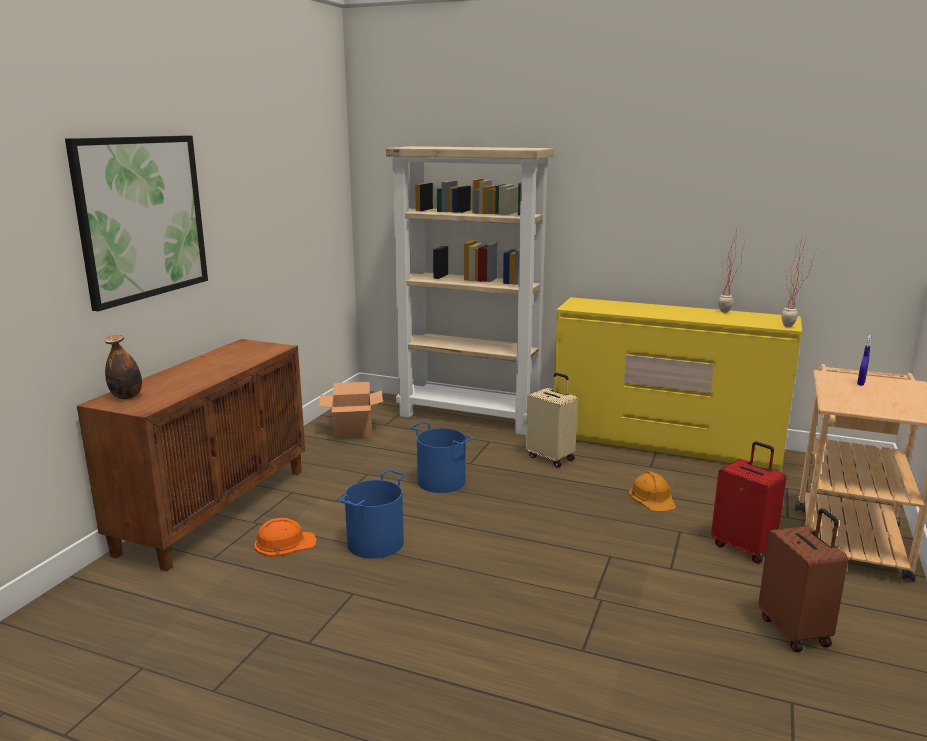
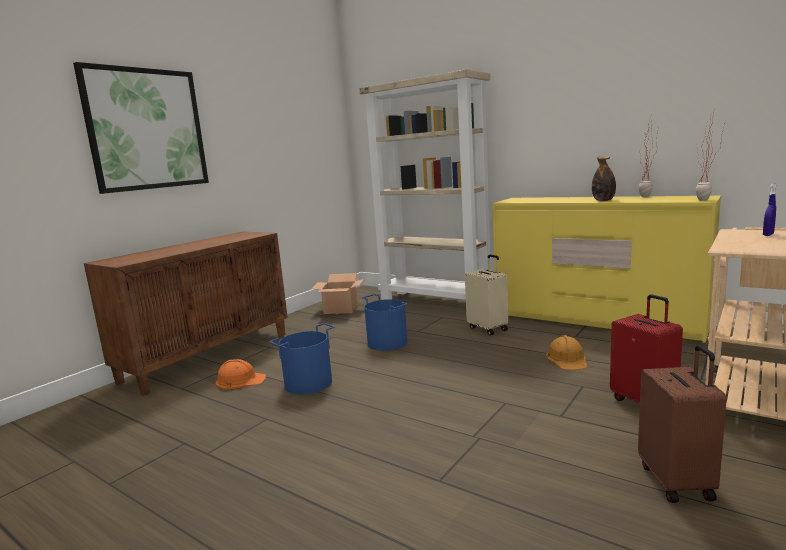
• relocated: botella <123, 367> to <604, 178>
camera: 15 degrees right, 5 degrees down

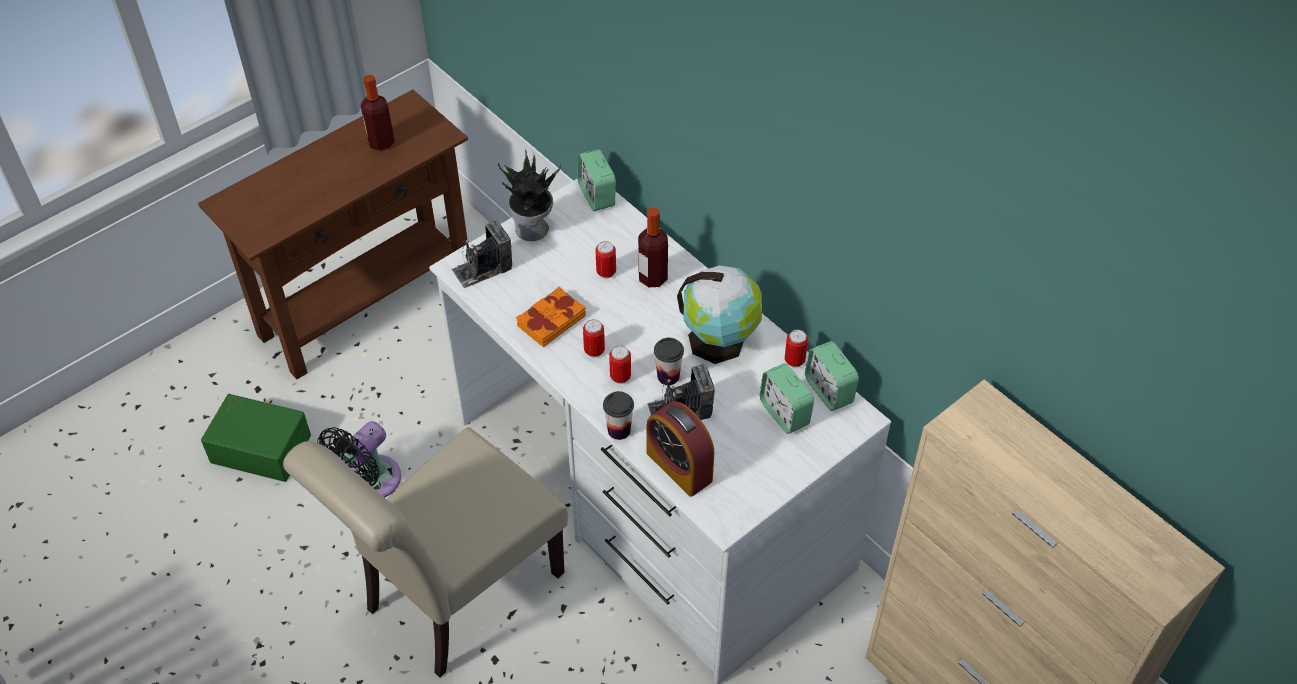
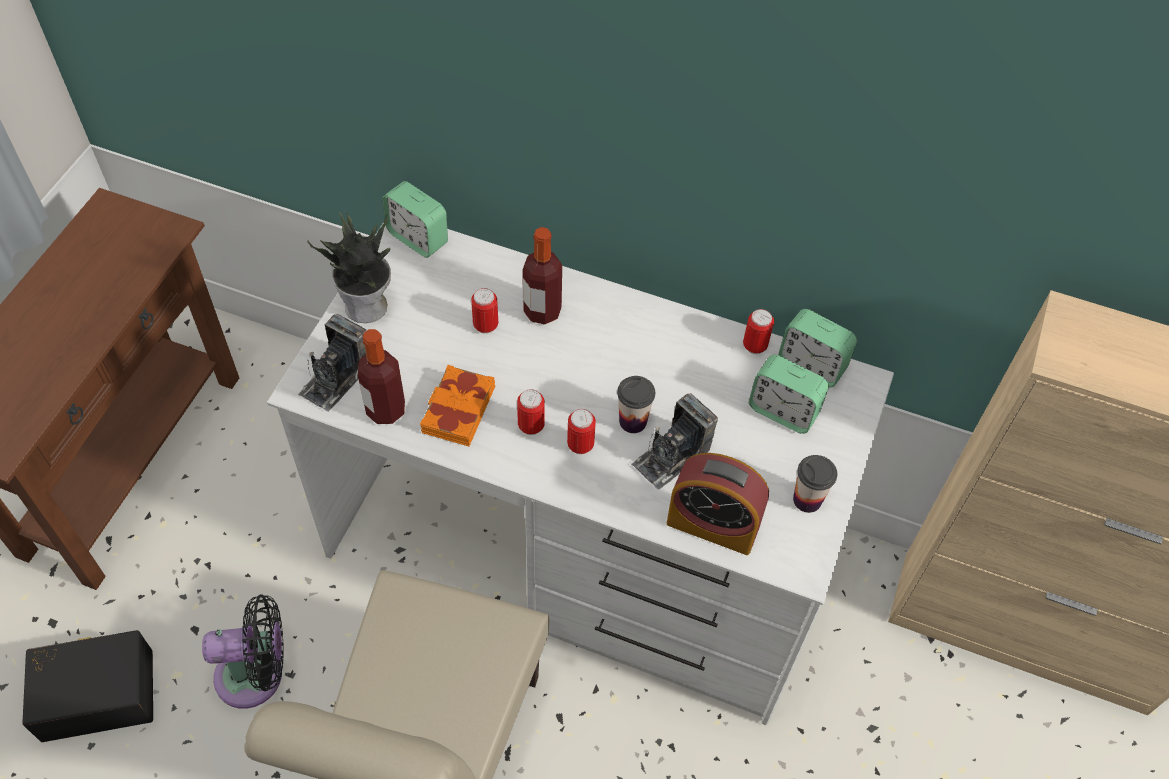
• colour: caja de almacenaje (verde) <256, 438> to caja de almacenaje (negro) <87, 686>
• spun: ventilador (negro) <359, 459> = <243, 651> 105 degrees counterclockwise
• relocated: botella <378, 113> to <381, 376>
• relocated: taza <618, 415> to <815, 484>
• missing: globo terráqueo <719, 314>
camera: 30 degrees left, 5 degrees up

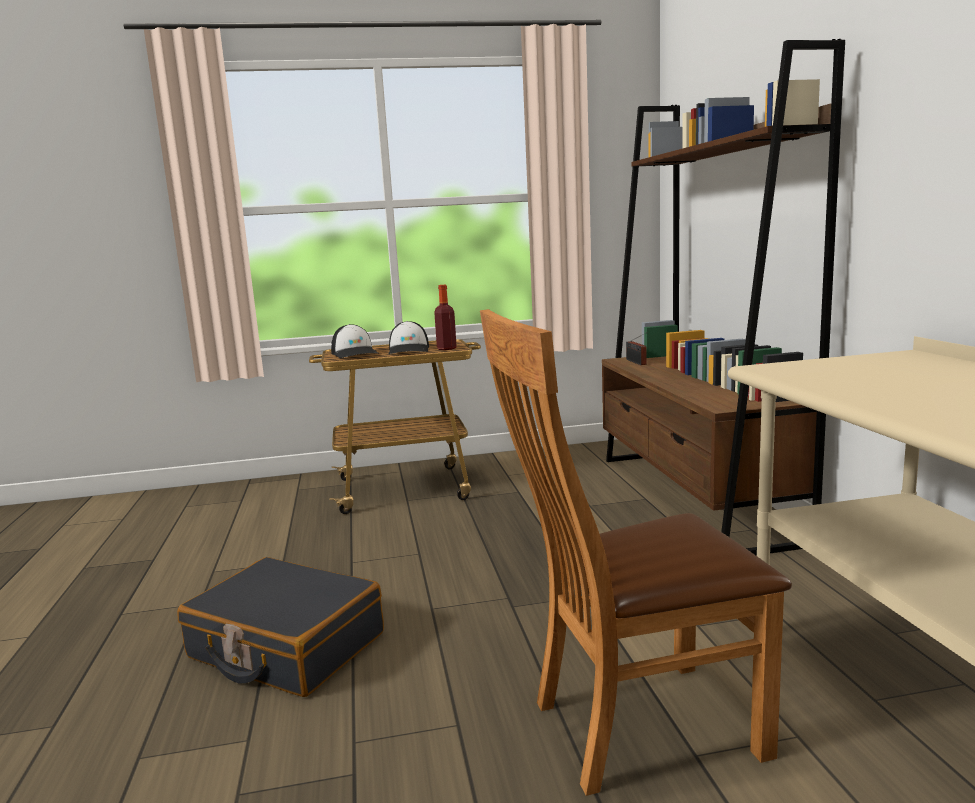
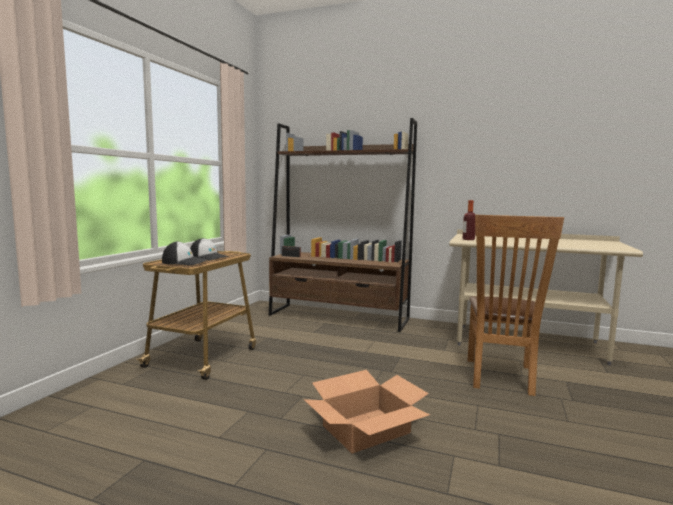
• exchanged: maleta (negro) <280, 627> to caja de cartón <366, 412>
• relocated: botella <445, 317> to <468, 220>
camera: 60 degrees left, 5 degrees down

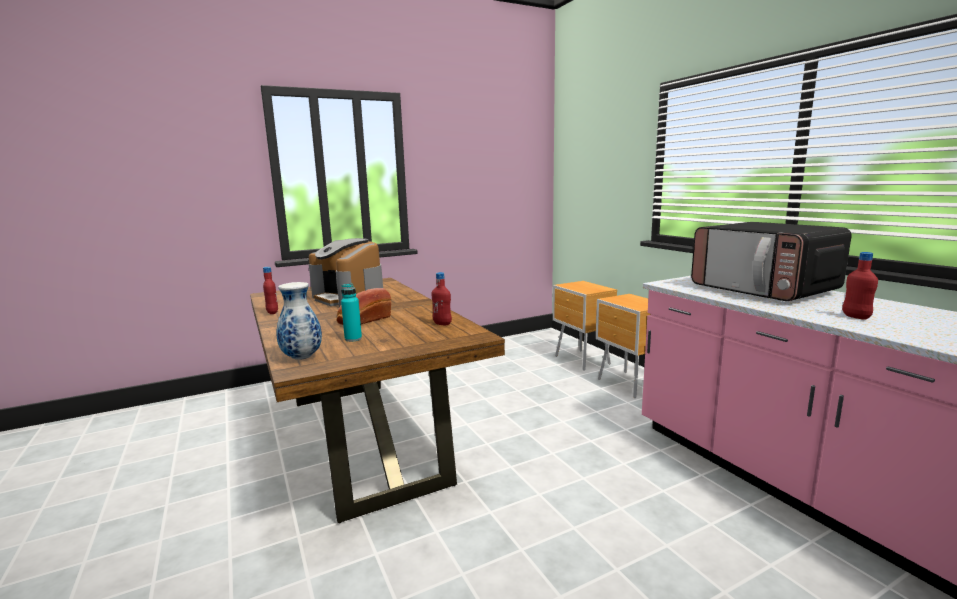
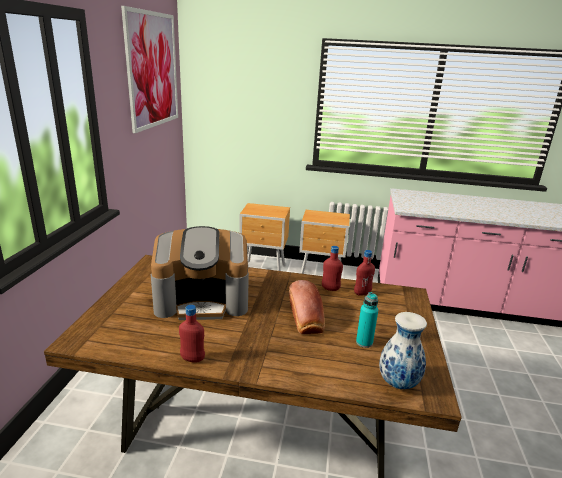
• missing: microondas <771, 261>
• relocated: botella (rojo) <860, 285> to <332, 268>
• appeared: cuadro <149, 69>
camera: 55 degrees left, 10 degrees up

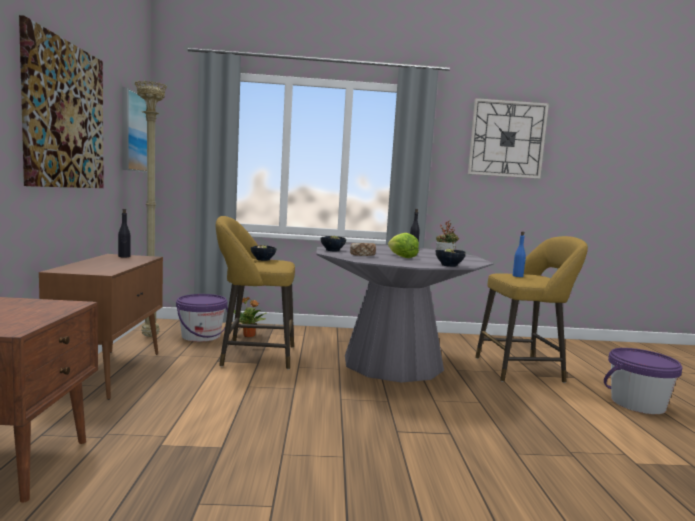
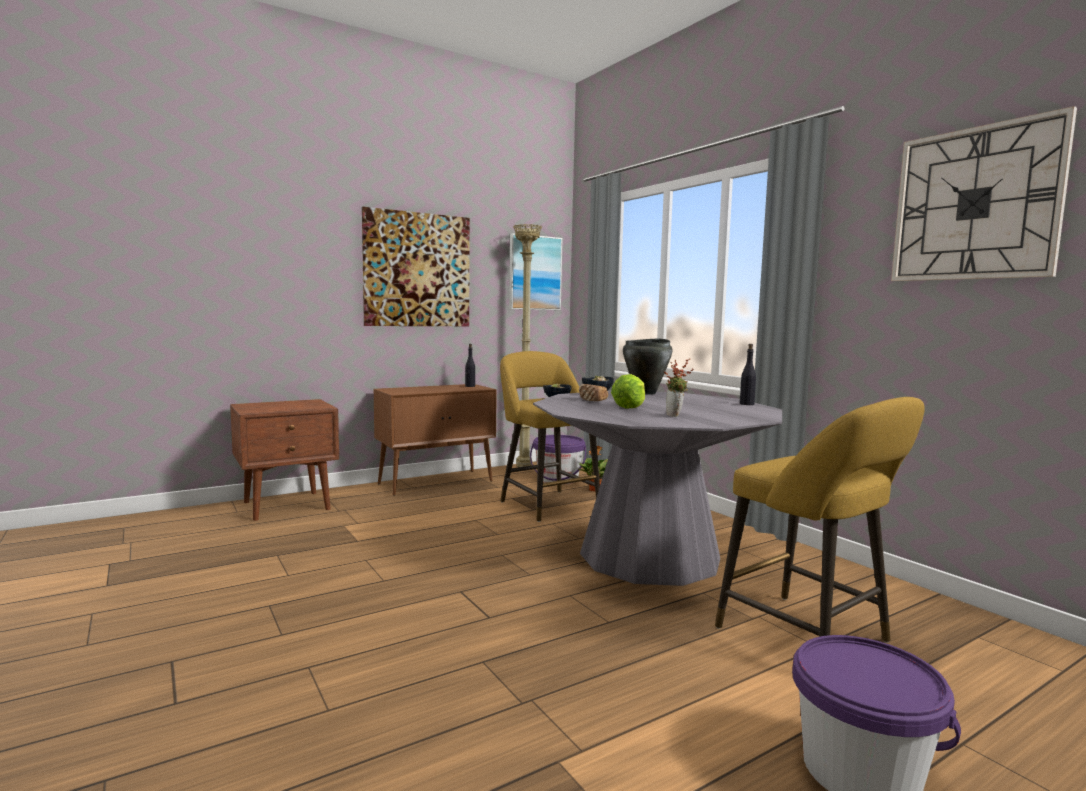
• missing: cuenco <451, 257>
• missing: botella (azul) <519, 254>
• appeared: olla (negro) <648, 366>
camera: 60 degrees right, 0 degrees up

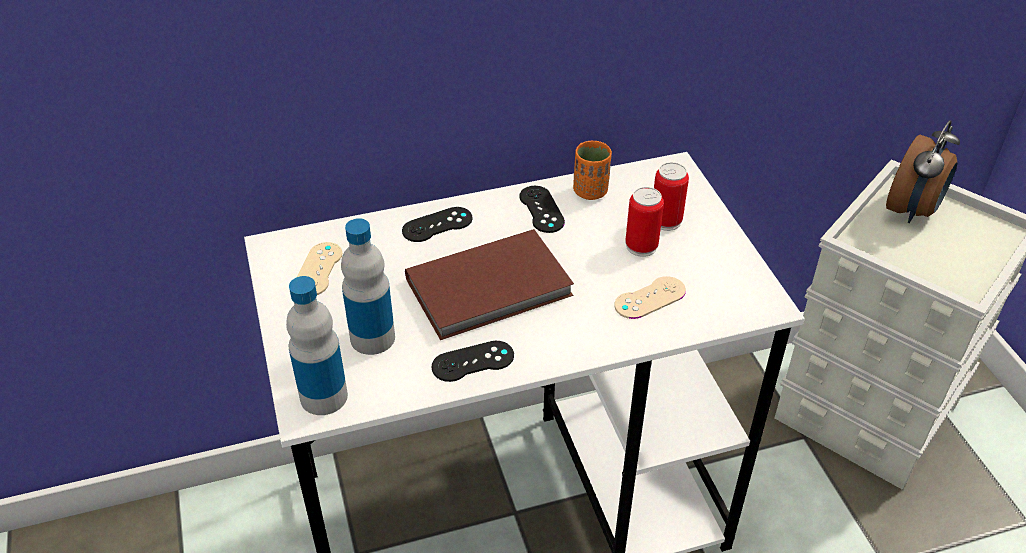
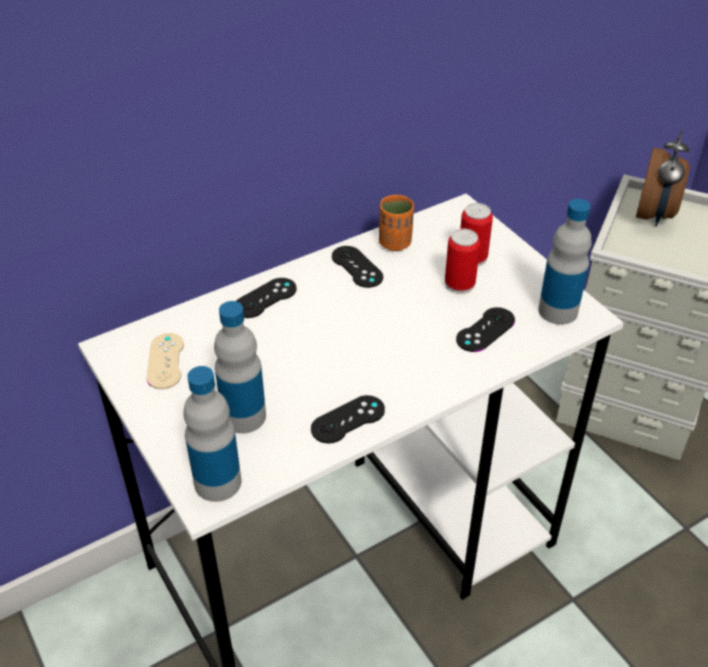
• missing: libro (marrón) <489, 284>
• colour: mando de consola (beis) <650, 297> to mando de consola (negro) <485, 329>
• appeared: botella <565, 262>
camera: 15 degrees left, 0 degrees up

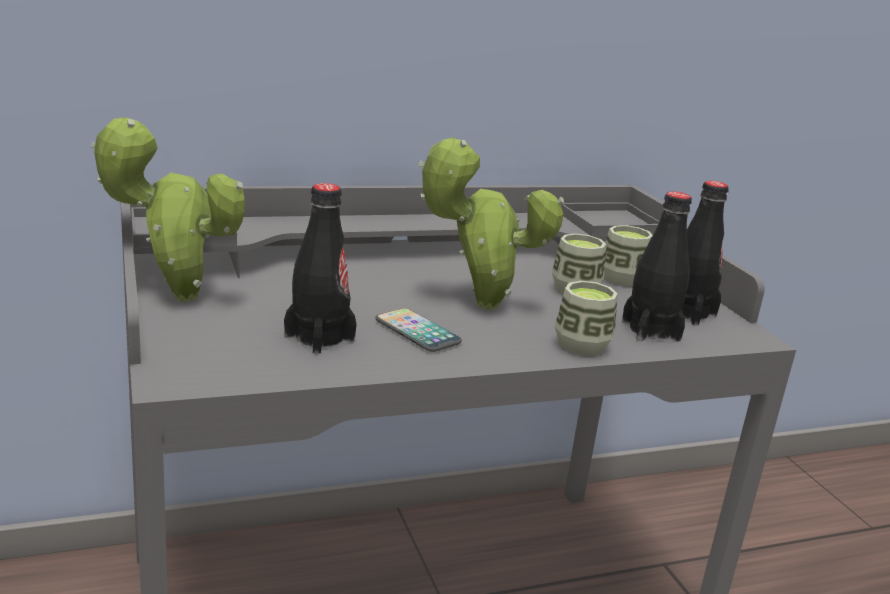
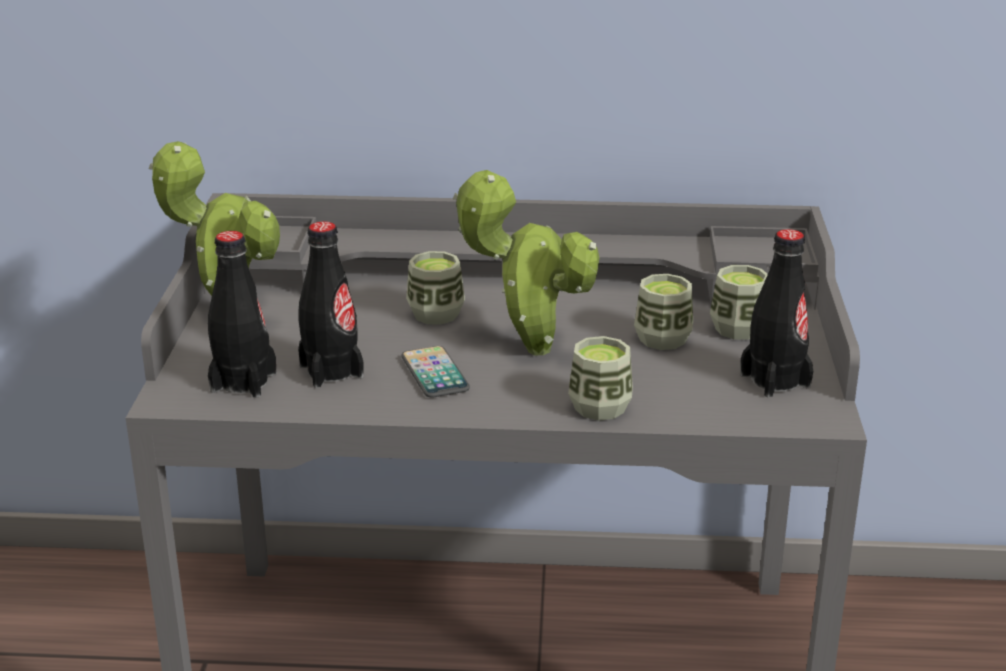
• relocated: botella (negro) <657, 267> to <242, 314>
• appeared: taza <435, 288>
camera: 25 degrees right, 5 degrees up

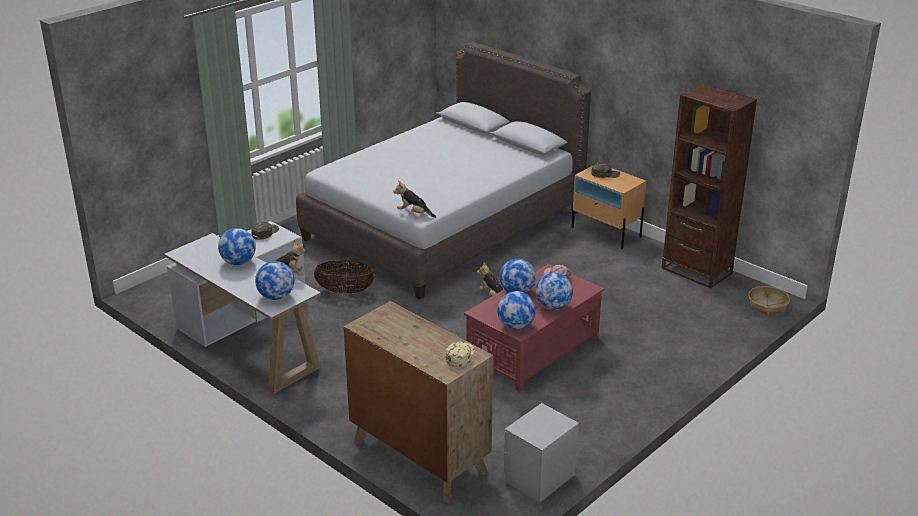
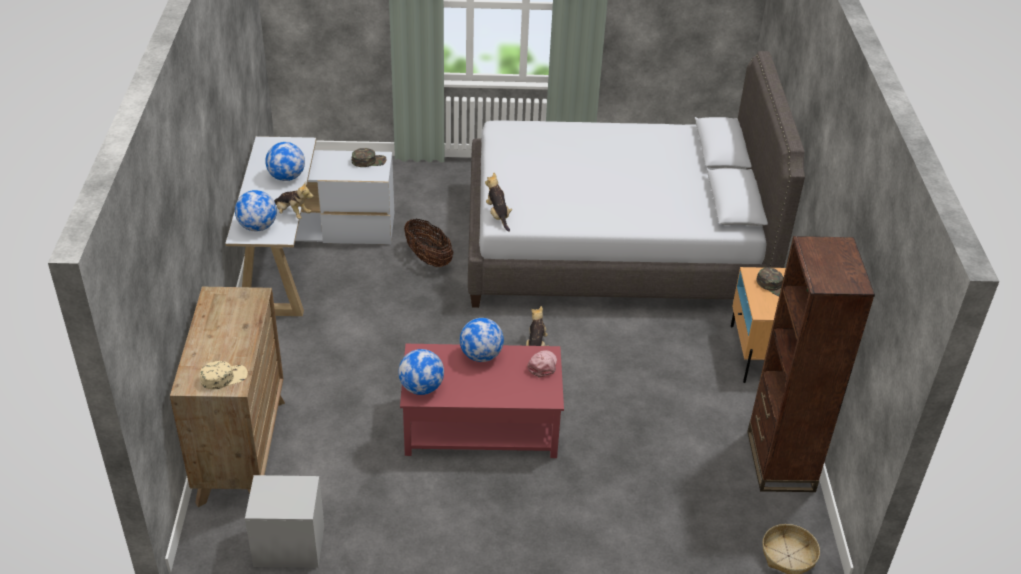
• missing: globo terráqueo <554, 291>
camera: 45 degrees right, 10 degrees up

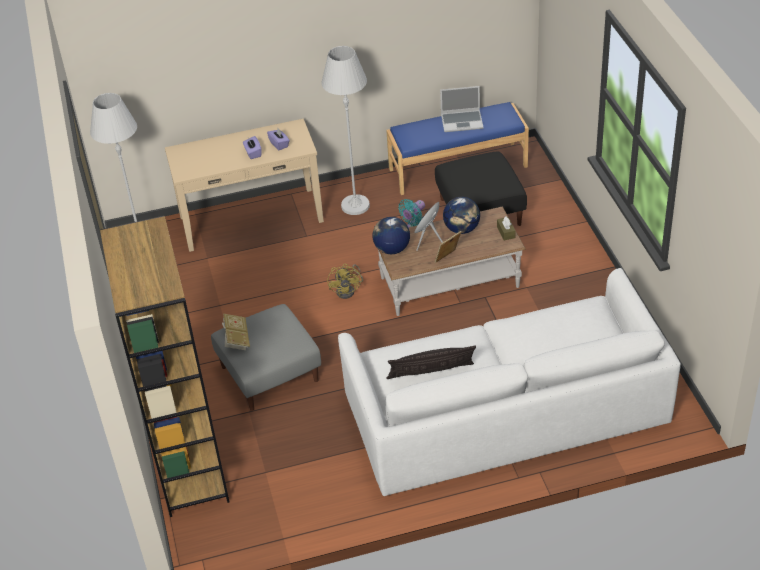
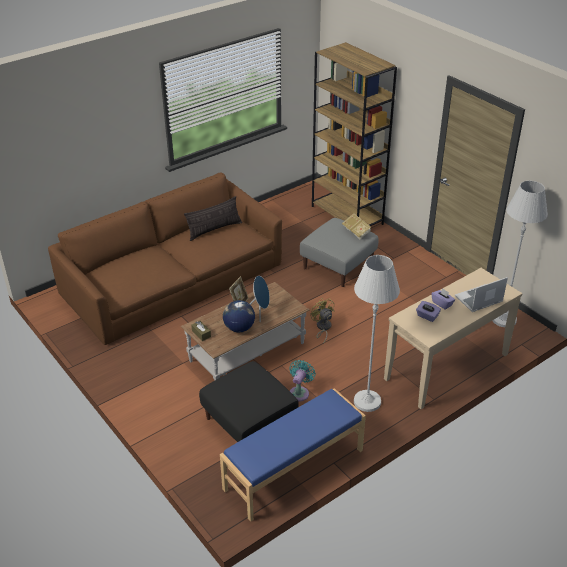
• colour: sofá (blanco) <509, 382> to sofá (marrón) <165, 258>
• missing: globo terráqueo <391, 235>
• relocated: portátil <462, 109> to <481, 294>
camera: 155 degrees right, 5 degrees down

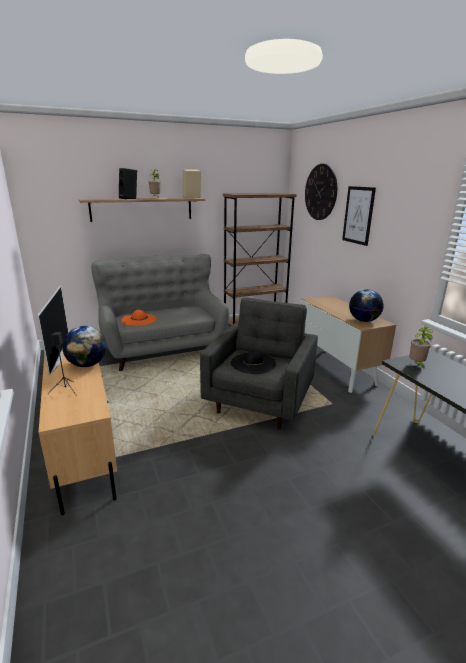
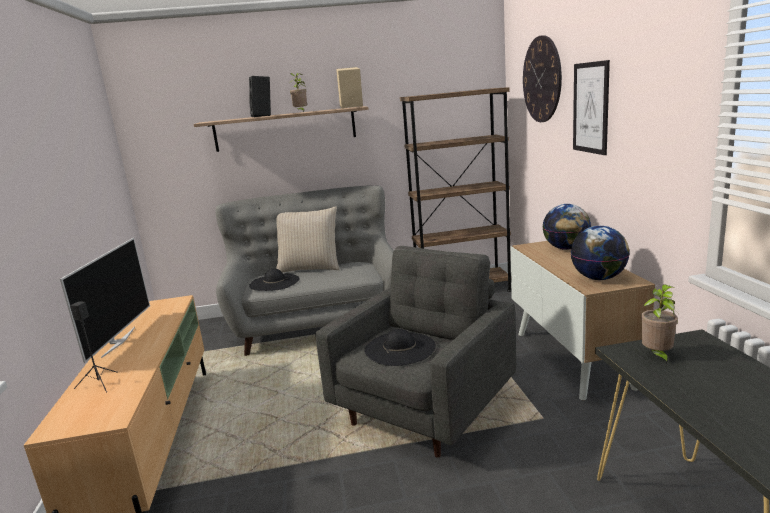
• relocated: globo terráqueo <84, 346> to <566, 227>
• colour: sombrero (naranja) <139, 318> to sombrero (negro) <274, 279>
• appeared: cojín (beis) <308, 239>
camera: 15 degrees right, 5 degrees down

